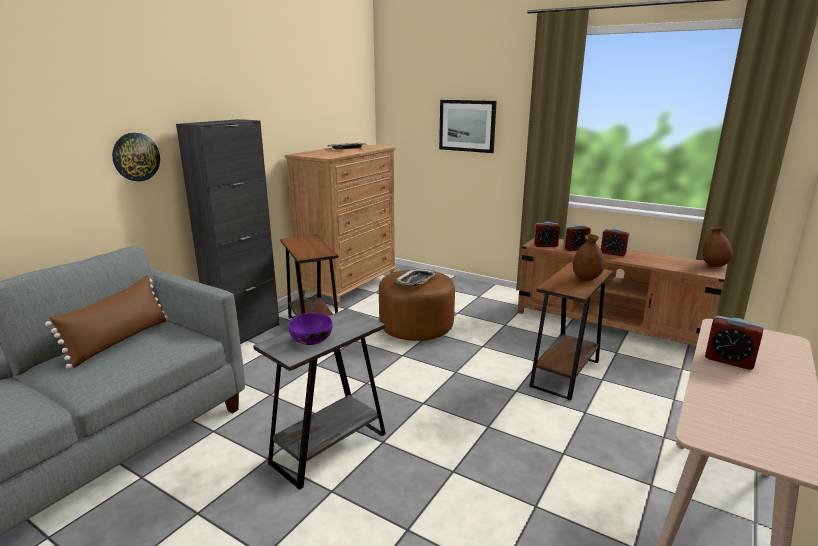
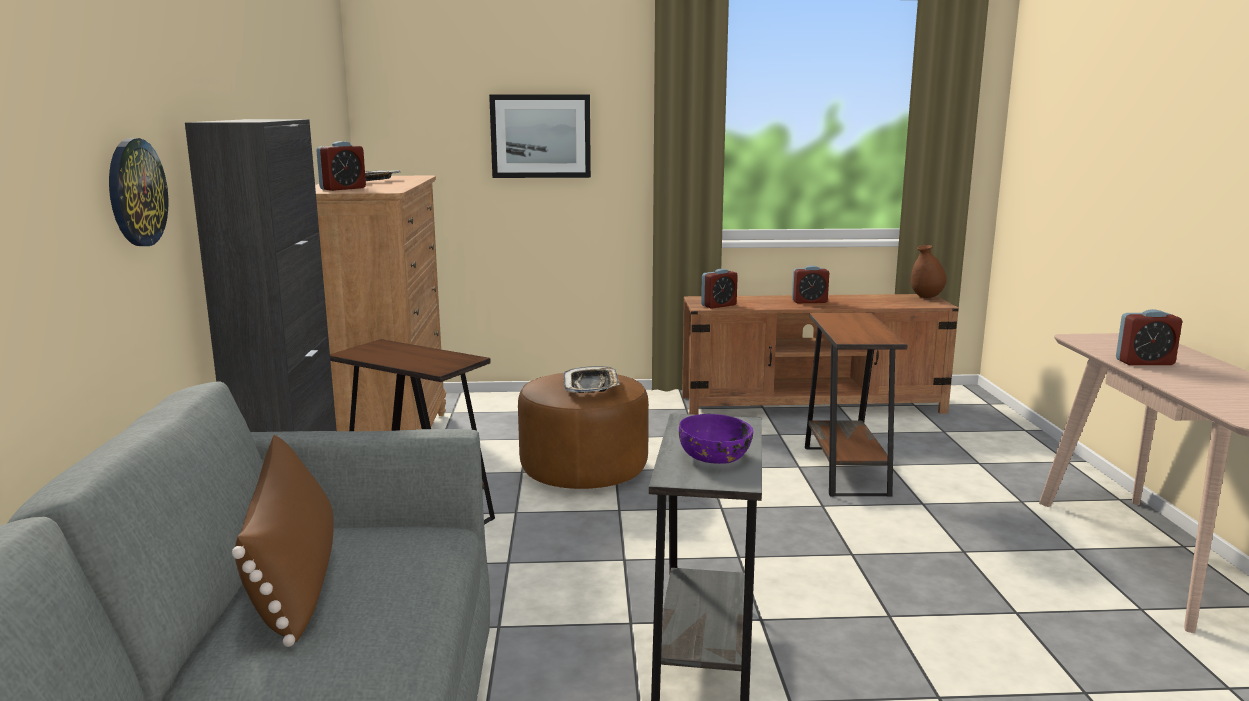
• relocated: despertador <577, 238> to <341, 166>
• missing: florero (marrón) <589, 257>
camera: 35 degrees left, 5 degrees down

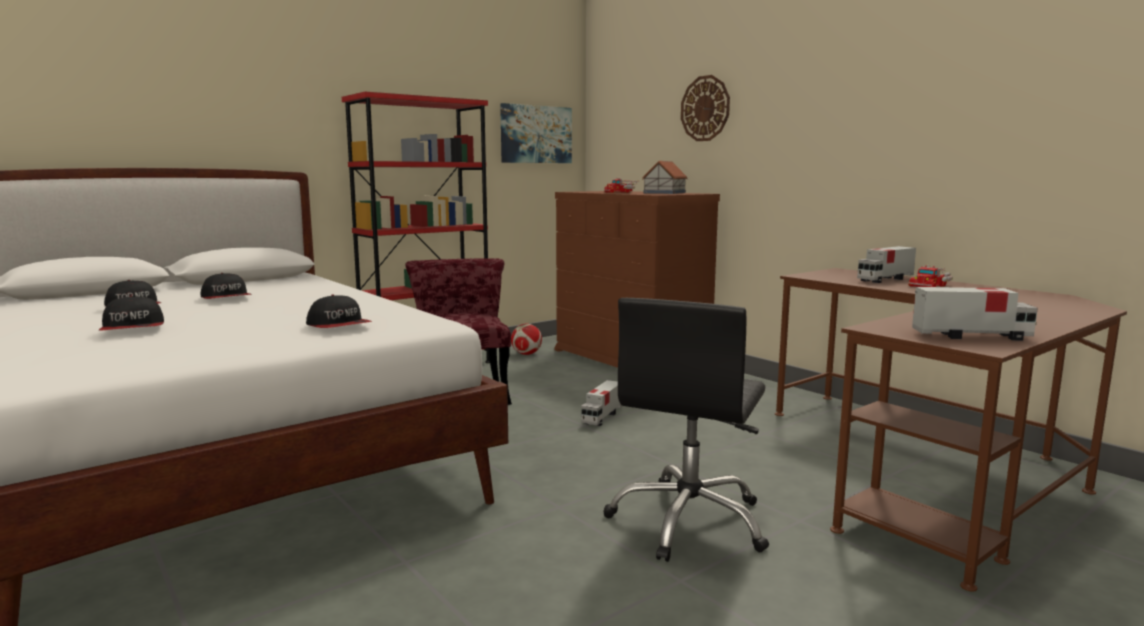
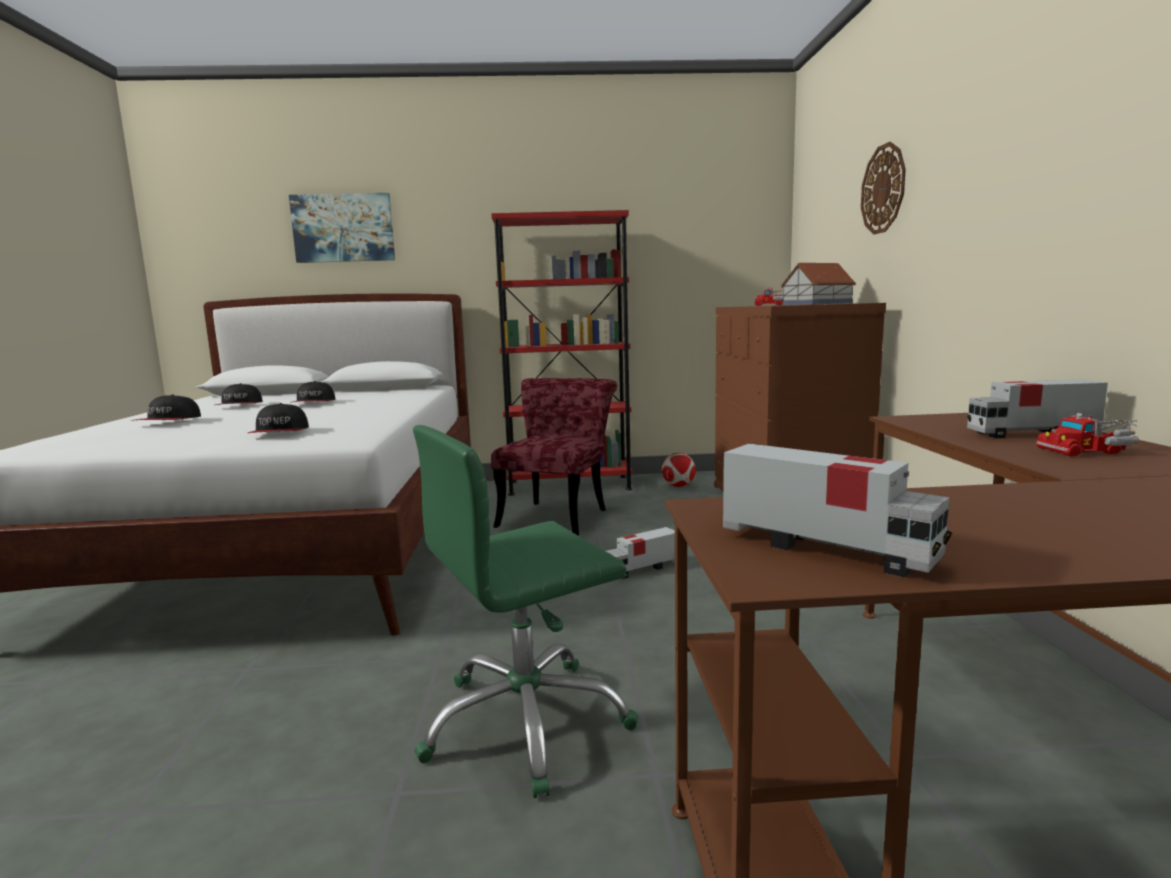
• relocated: cuadro <536, 133> to <342, 228>
• colour: silla de oficina (negro) <686, 430> to silla de oficina (verde) <525, 611>
camera: 35 degrees right, 0 degrees up

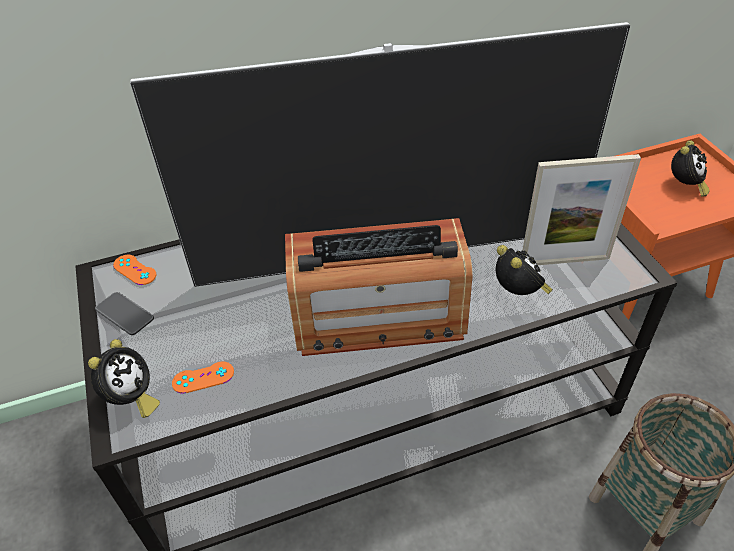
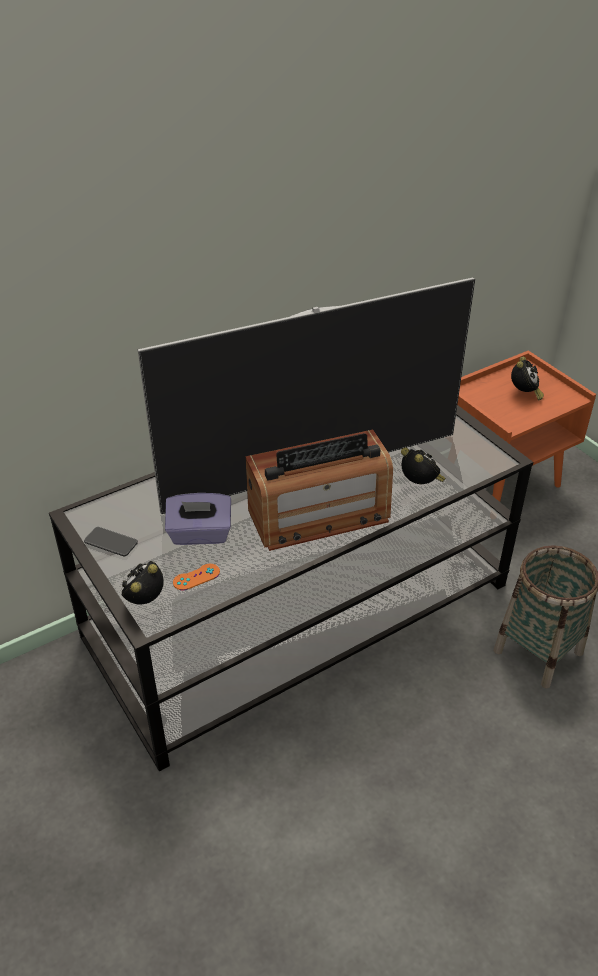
• spun: despertador <124, 378> = <143, 582> 150 degrees counterclockwise
• missing: mando de consola (naranja) <134, 270>
• missing: portarretratos <581, 209>
• appeared: caja de pañuelos (morado) <198, 519>
camera: 15 degrees left, 5 degrees down

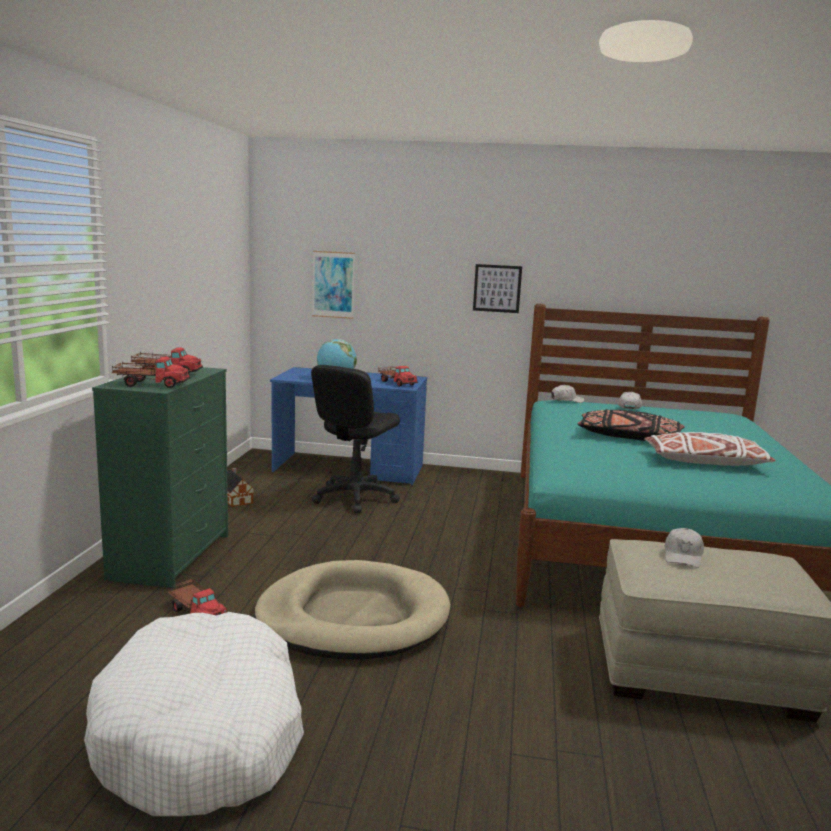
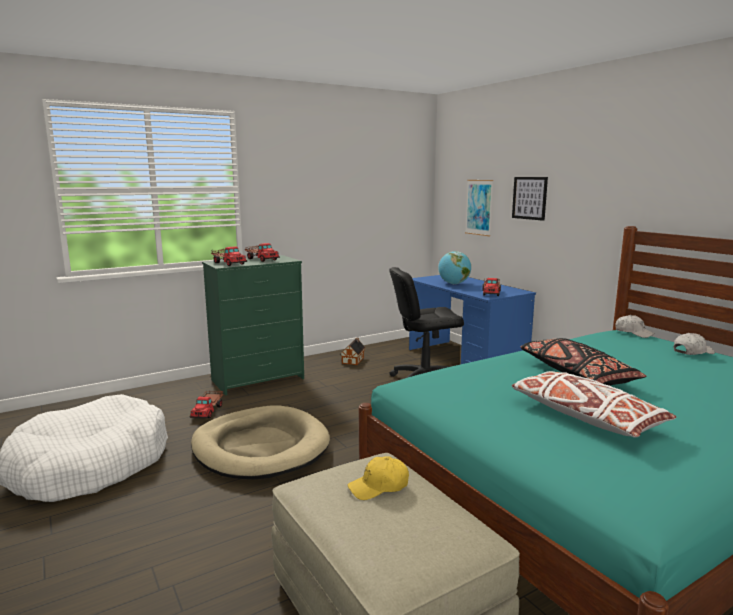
• relocated: cuadro <497, 288> to <530, 199>
• colour: gorra (blanco) <684, 548> to gorra (amarillo) <378, 478>
camera: 50 degrees right, 0 degrees up

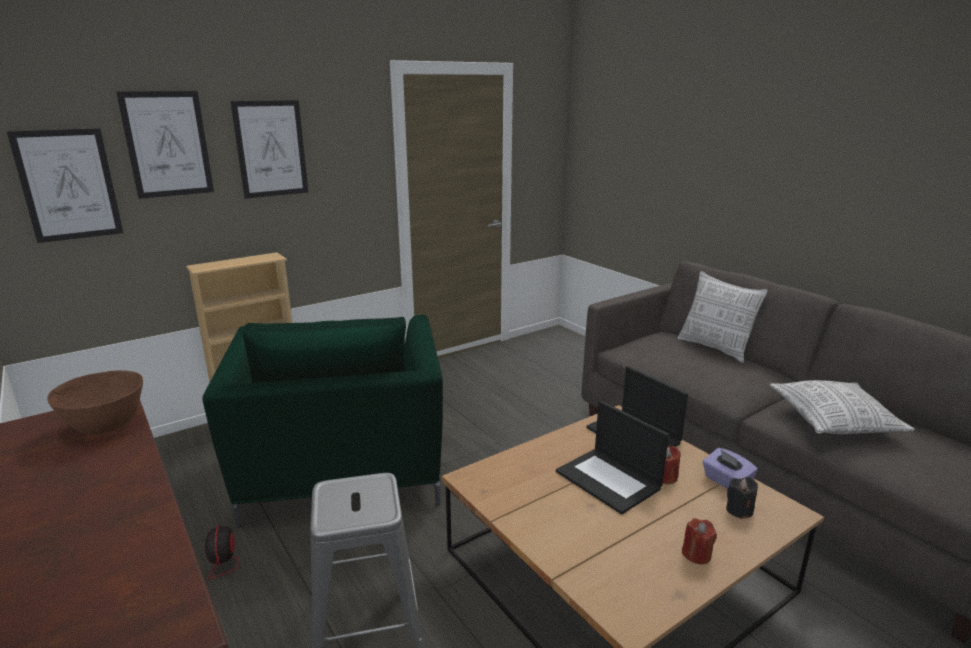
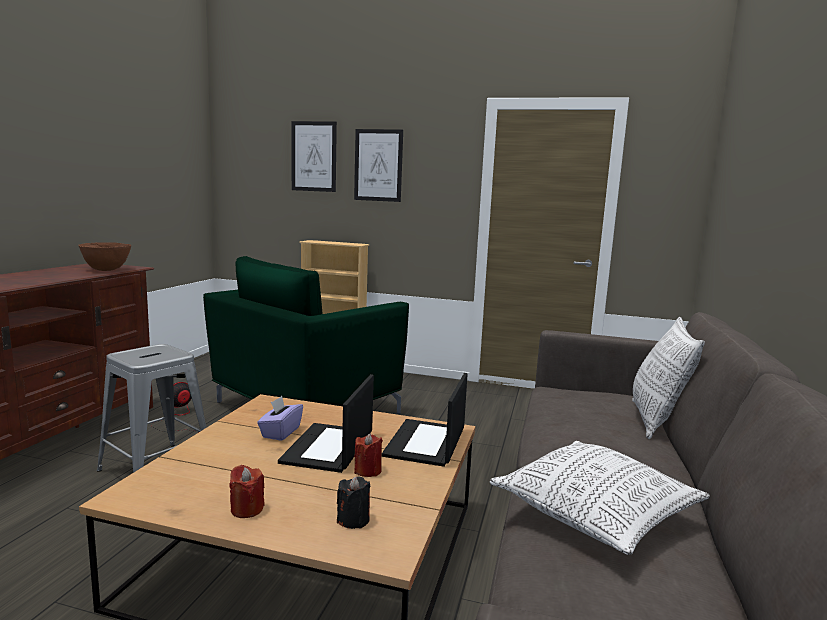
• missing: cuadro <65, 185>
• relocated: caja de pañuelos (morado) <730, 468> to <280, 418>
camera: 50 degrees right, 10 degrees down

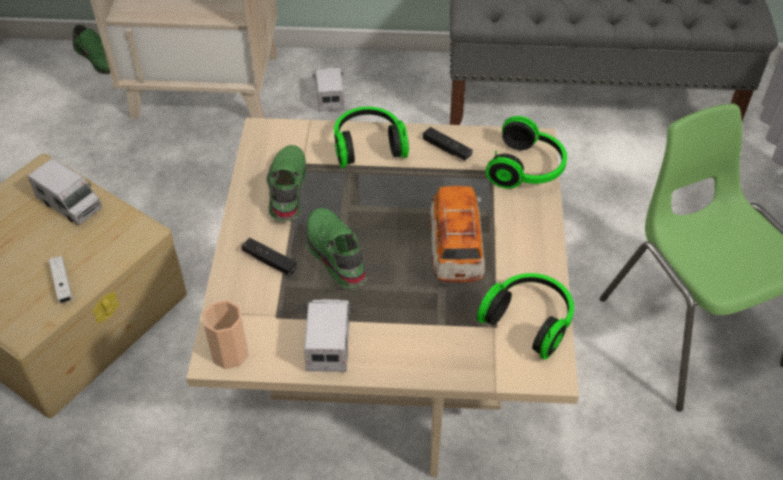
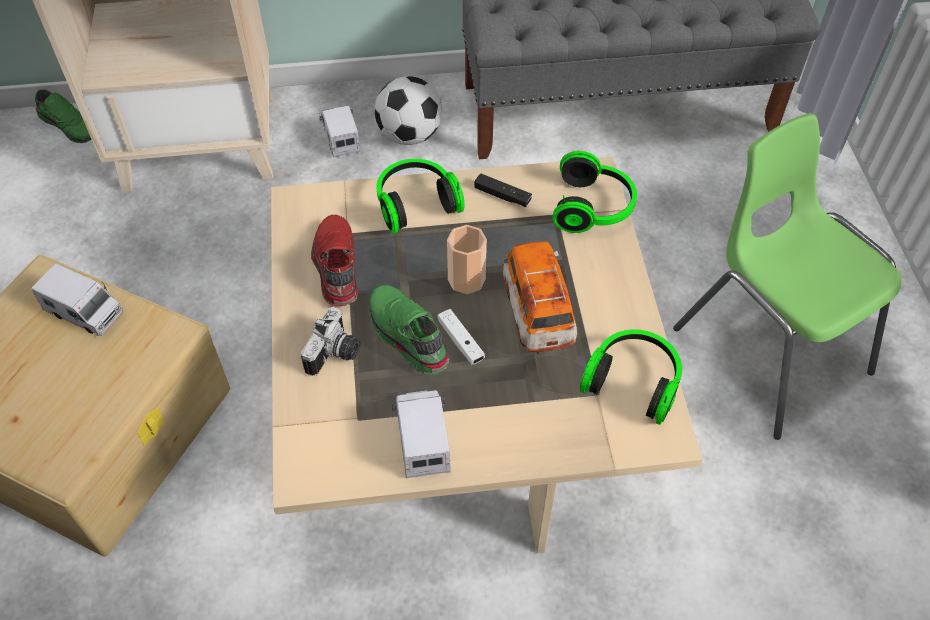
• relocated: mando de consola (blanco) <61, 279> to <461, 337>
• relocated: taza <225, 334> to <467, 259>
• exchanged: mando de consola (negro) <269, 257> to cámara <331, 341>
• colour: zapato (verde) <286, 183> to zapato (rojo) <334, 261>
• appeared: balón de fútbol <408, 110>
camera: 10 degrees left, 5 degrees up

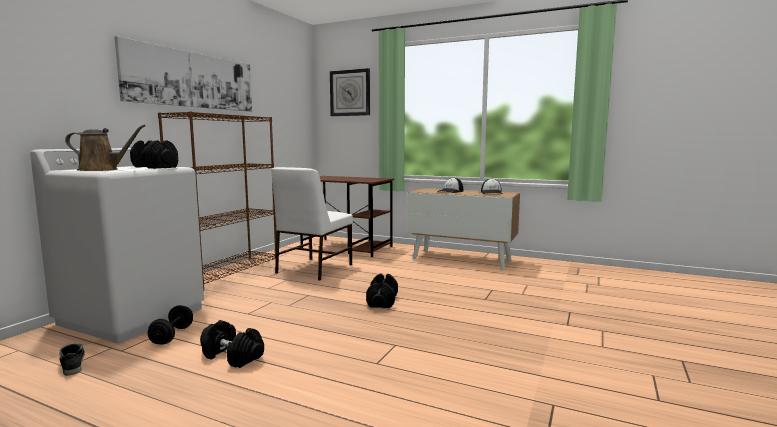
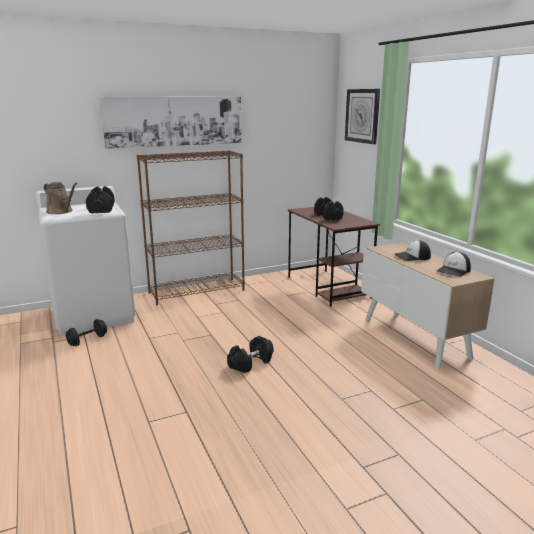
• missing: zapato <72, 359>
• relocated: mancuerna (negro) <232, 344> to <329, 209>
• missing: silla (blanco) <312, 223>
camera: 40 degrees right, 10 degrees up

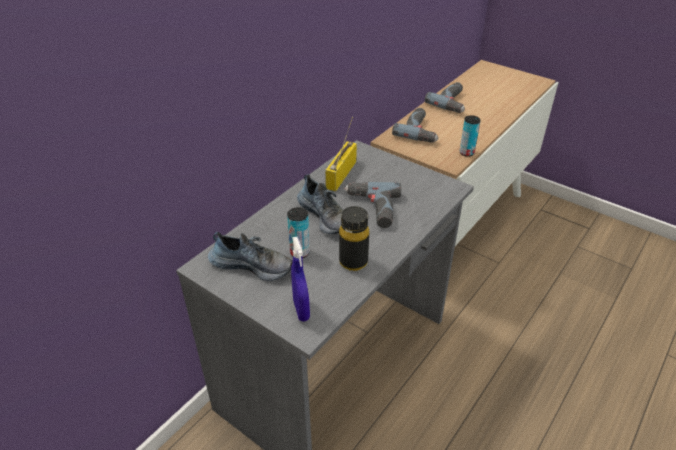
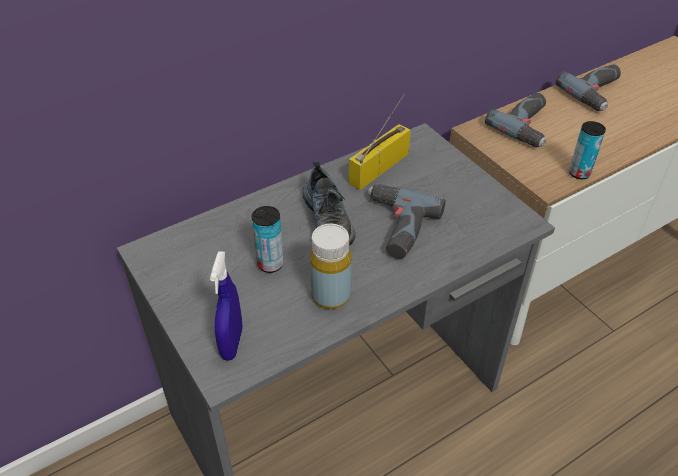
• missing: zapato <250, 256>
• colour: botella (negro) <354, 238> to botella (amarillo) <330, 266>
camera: 20 degrees right, 5 degrees up

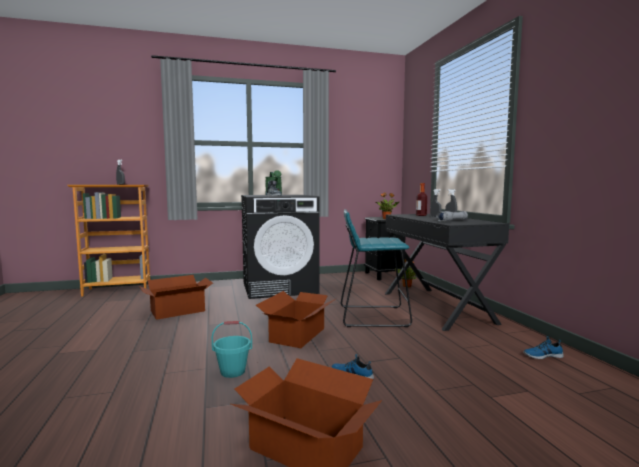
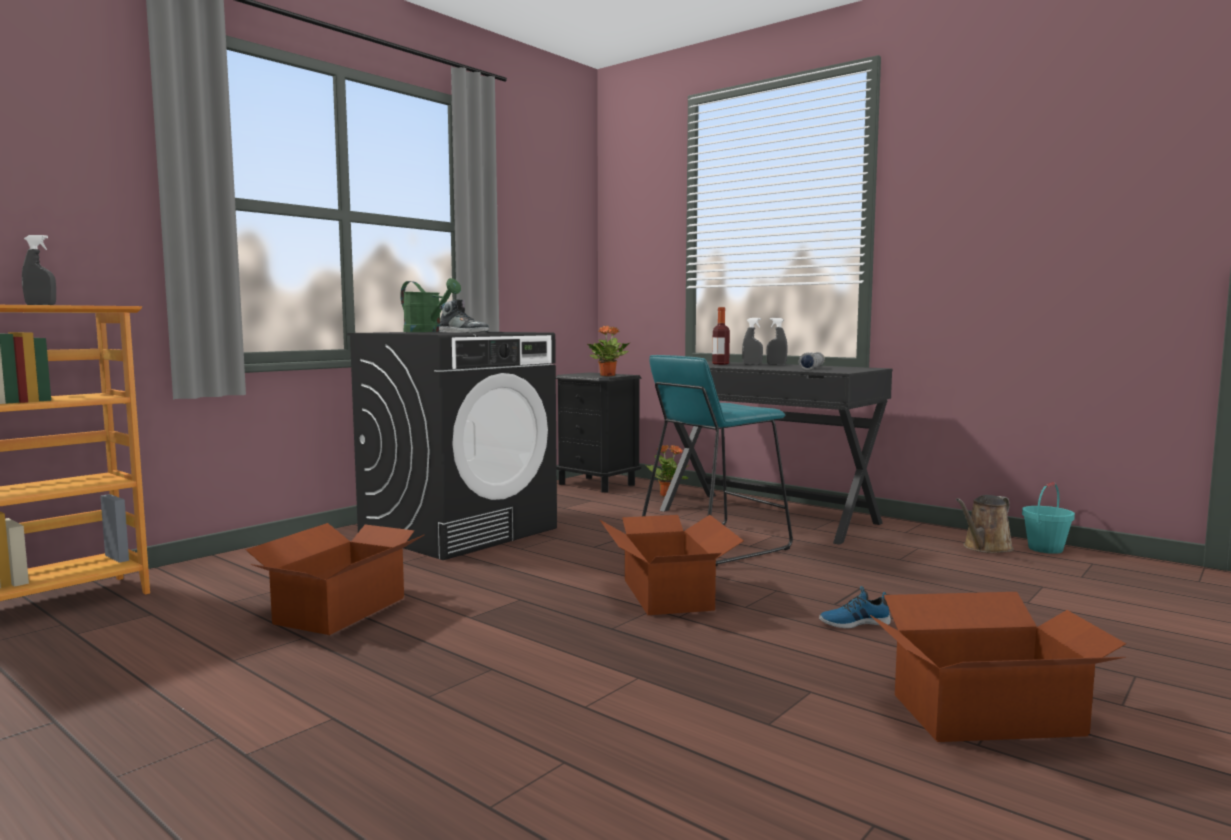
• relocated: cubo (turquesa) <232, 349> to <1048, 518>
• exchanged: zapato <543, 347> to regadera (marrón) <985, 524>
camera: 35 degrees left, 0 degrees up

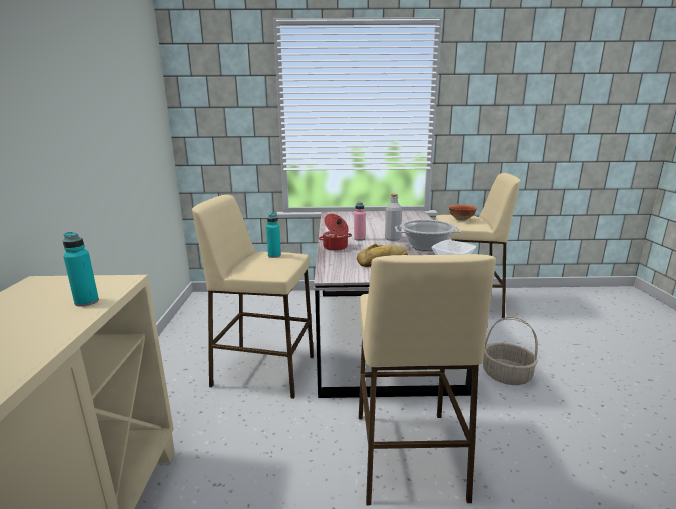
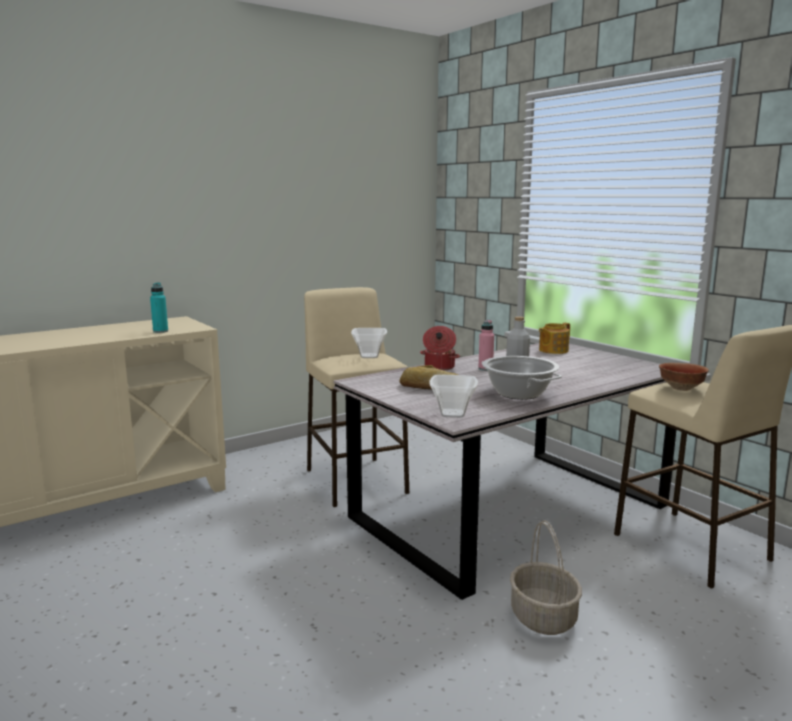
• exchanged: botella (turquesa) <273, 235> to cuenco <369, 343>
• missing: taburete (beis) <427, 379>
• appeared: tetera <554, 338>
camera: 55 degrees right, 5 degrees down

